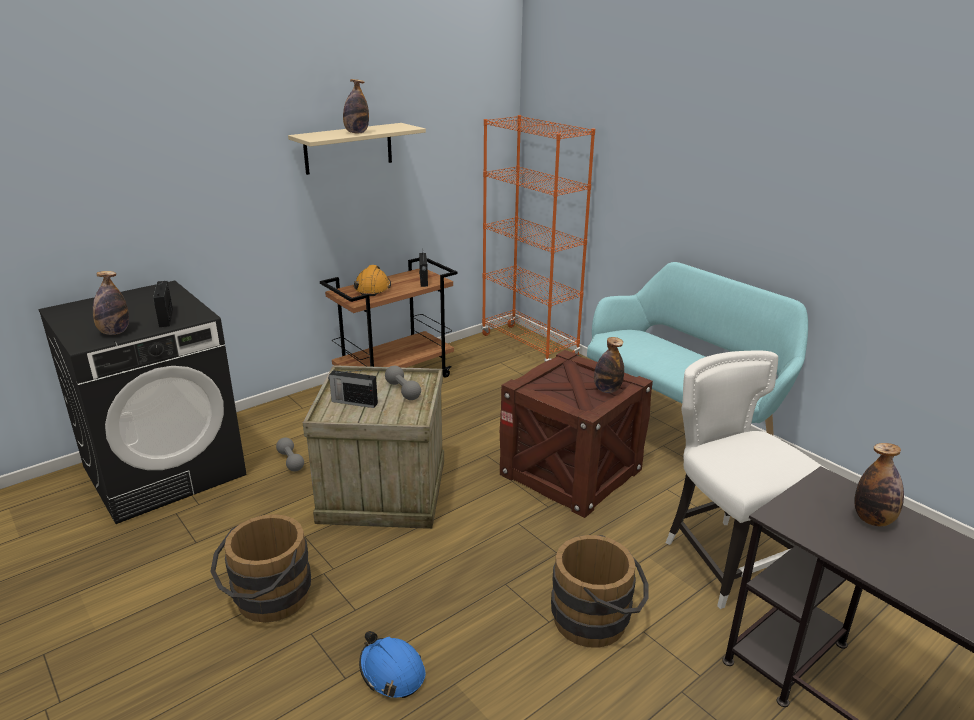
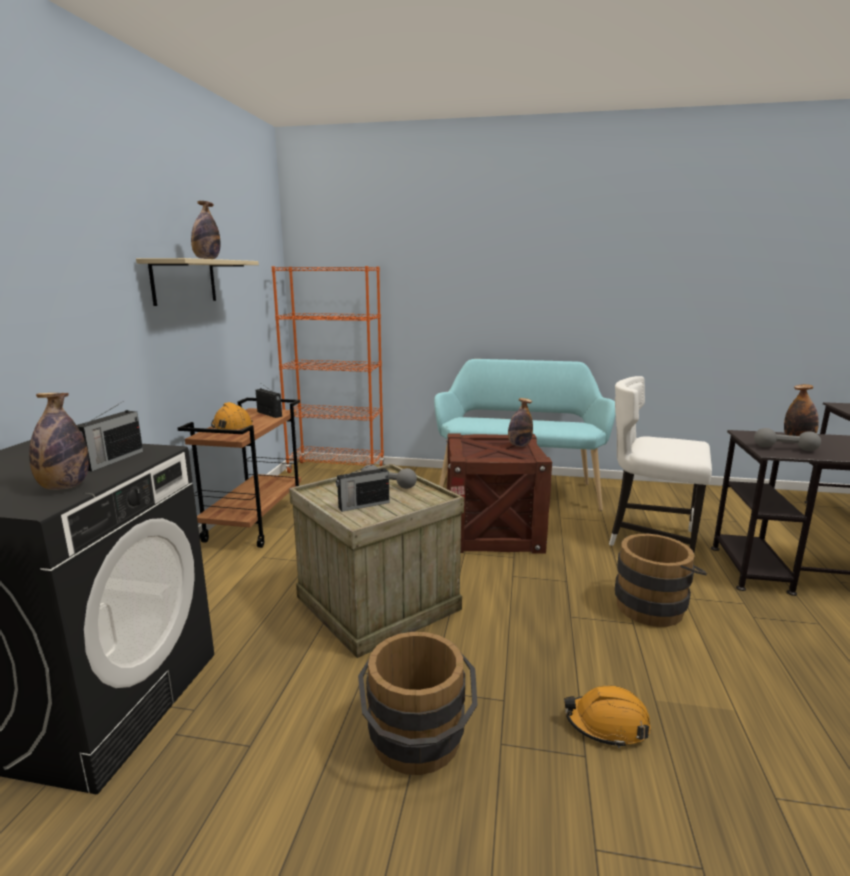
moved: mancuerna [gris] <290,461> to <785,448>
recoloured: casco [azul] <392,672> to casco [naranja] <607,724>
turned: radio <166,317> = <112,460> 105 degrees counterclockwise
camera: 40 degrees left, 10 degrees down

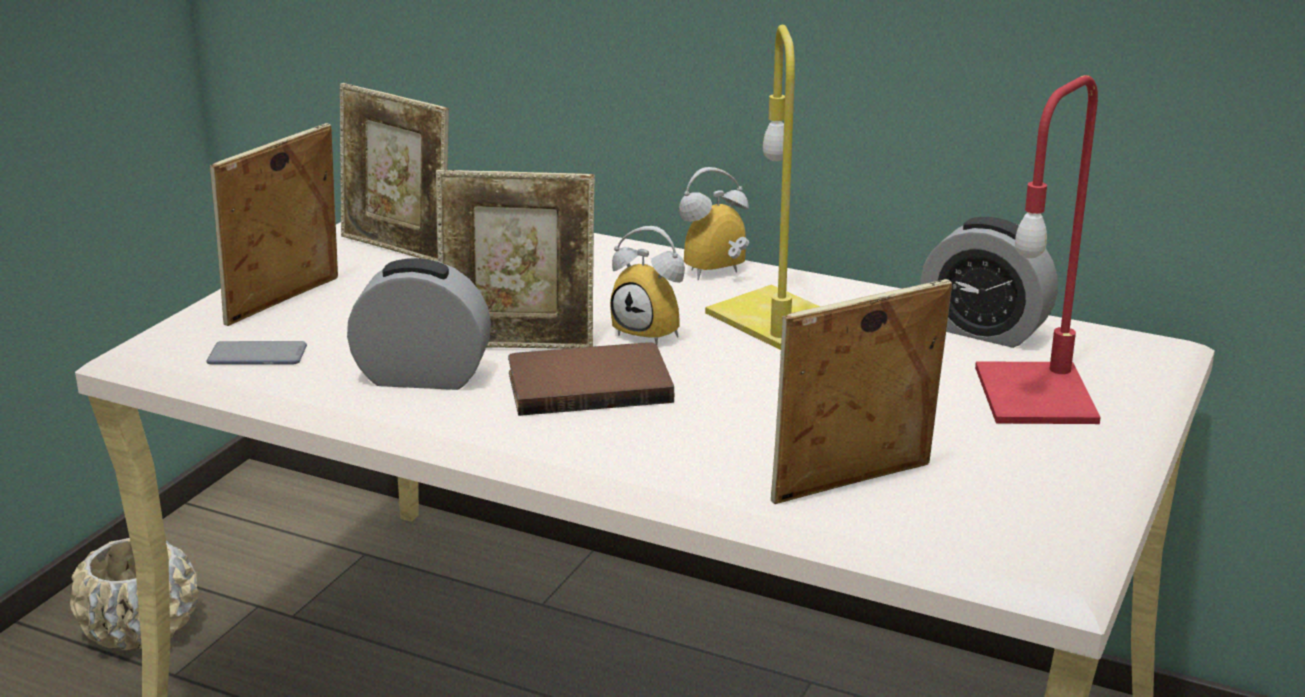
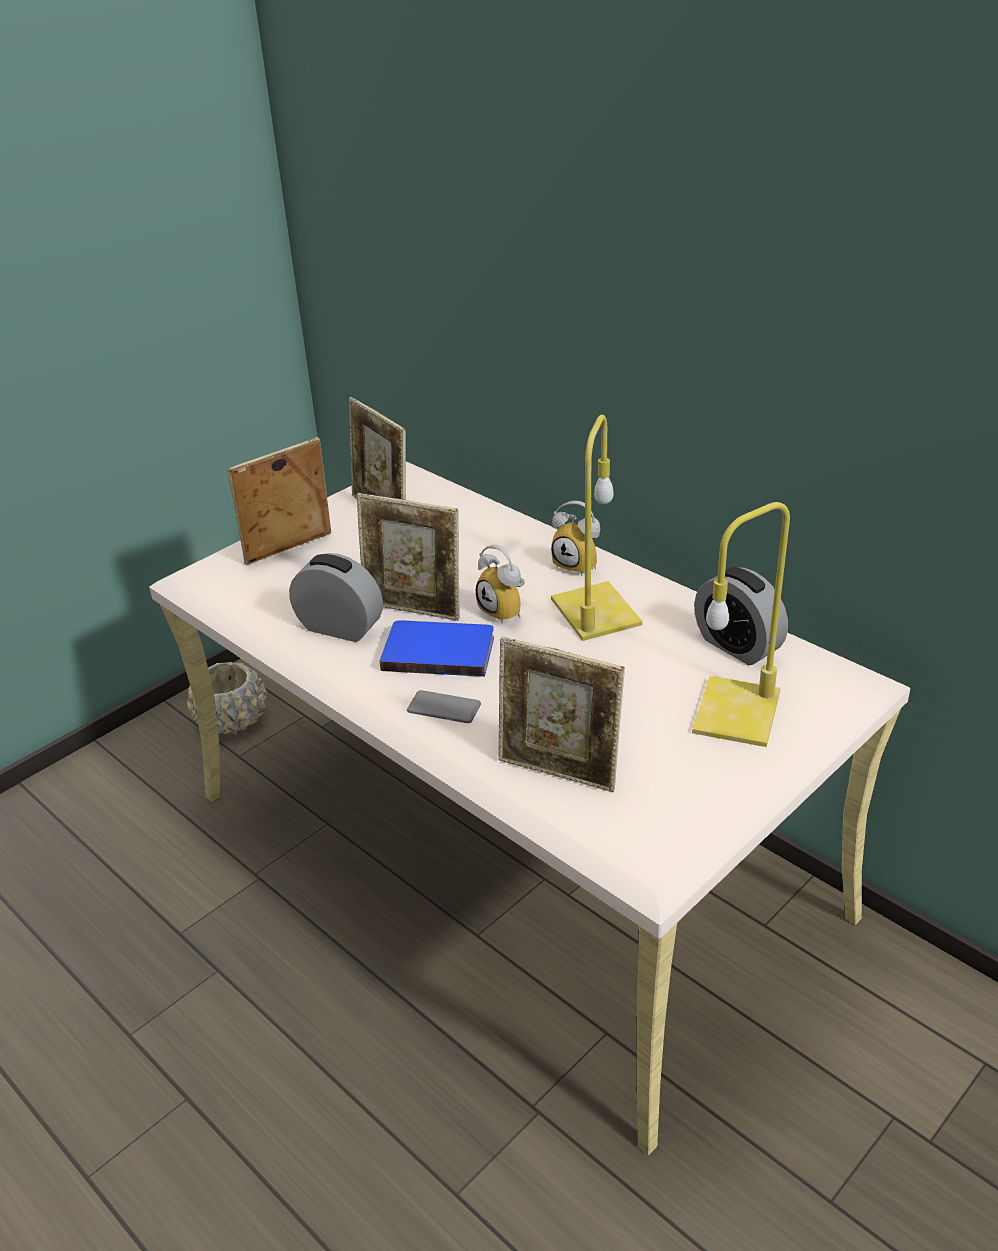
moved: móvil <257,355> to <444,708>
recoloured: libro [marrón] <588,383> to libro [azul] <439,650>; lámpara de mesa [rojo] <1032,393> to lámpara de mesa [amarillo] <736,710>
turned: portarretratos <853,488> = <559,772> 150 degrees counterclockwise; despertador <718,274> = <580,564> 135 degrees counterclockwise
camera: 20 degrees right, 10 degrees up

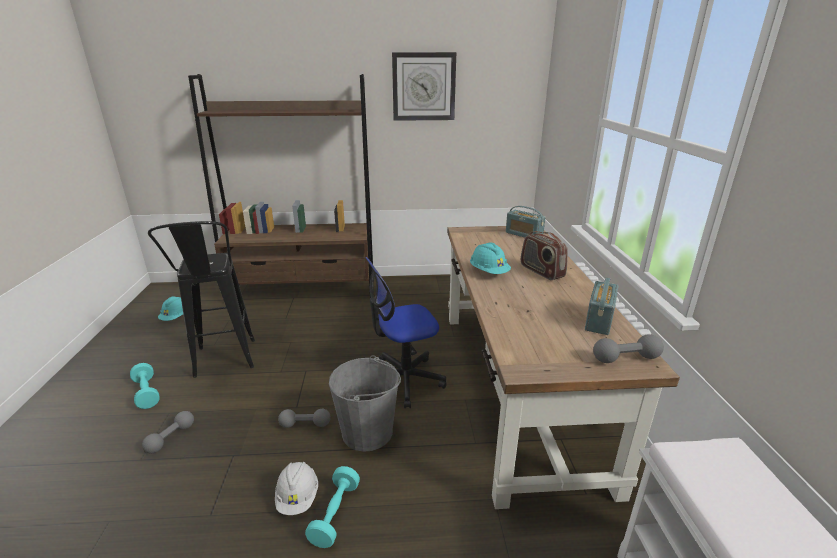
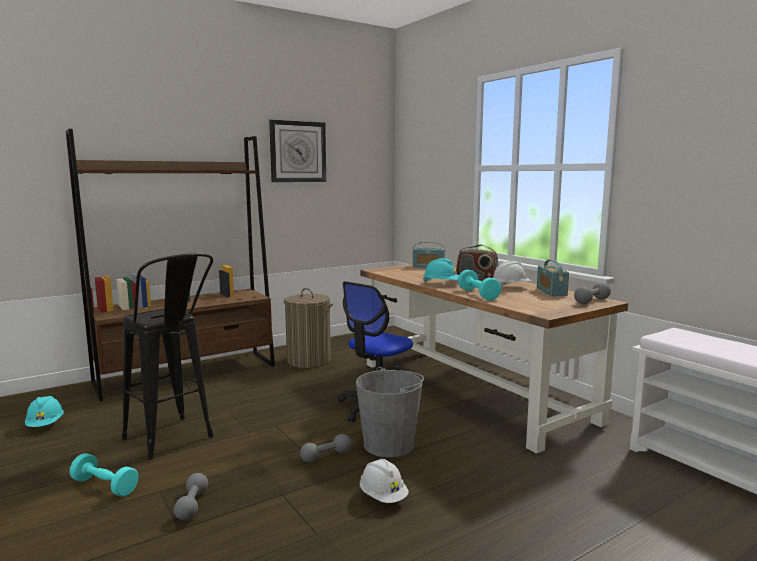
added: cesto de la ropa <309,361>; casco [blanco] <510,287>
moved: mancuerna [turquesa] <335,514> to <478,294>
camera: 30 degrees left, 15 degrees down

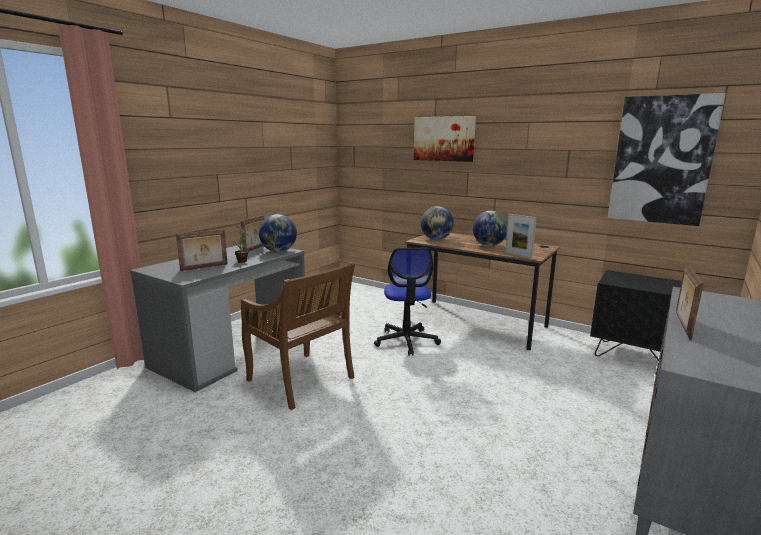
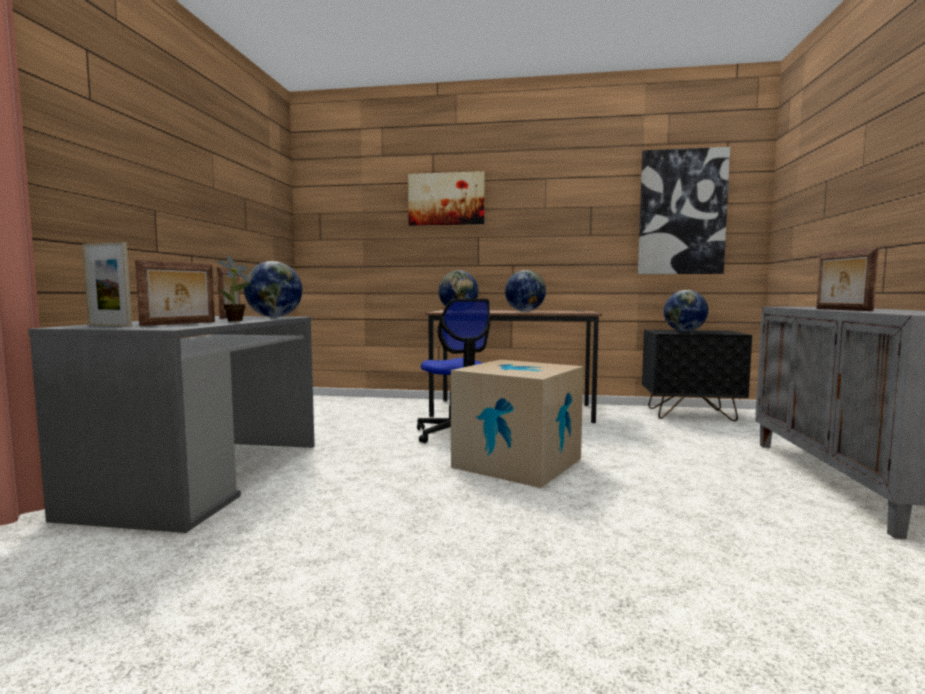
removed: silla [marrón] <301,380>
added: caja de cartón <517,463>; globo terráqueo <684,331>
moved: portarretratos <518,255> to <109,326>
camera: 25 degrees left, 10 degrees down

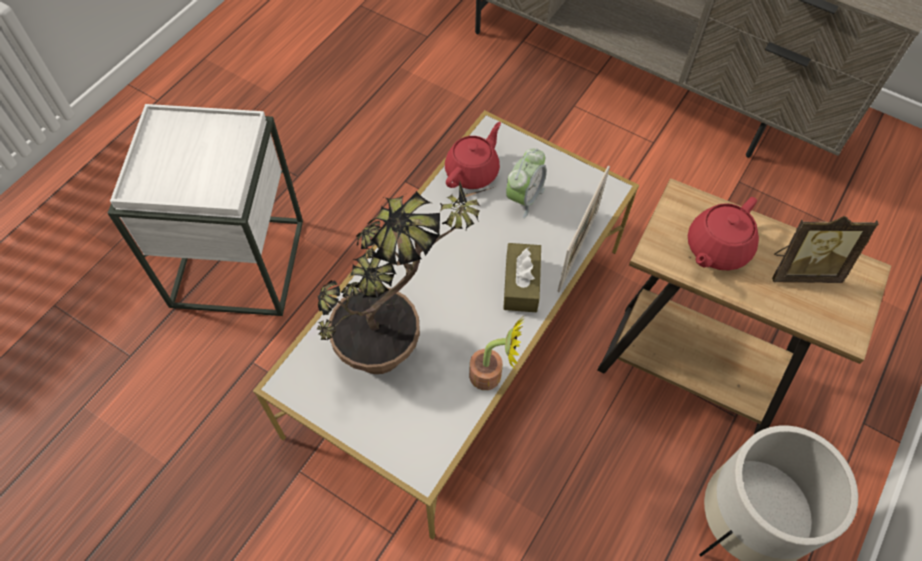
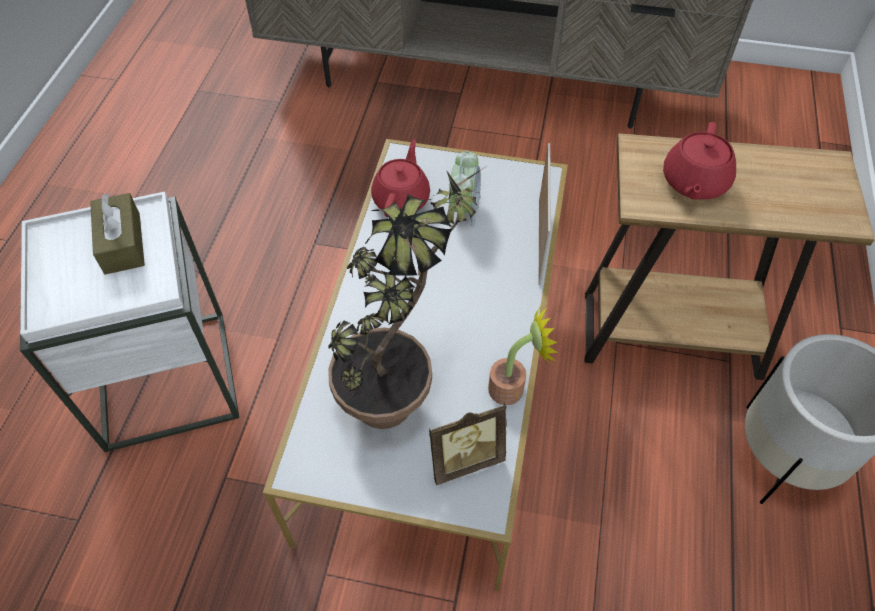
moved: caja de pañuelos [marrón] <521,284> to <122,243>; portarretratos <802,270> to <464,458>
camera: 20 degrees left, 5 degrees down

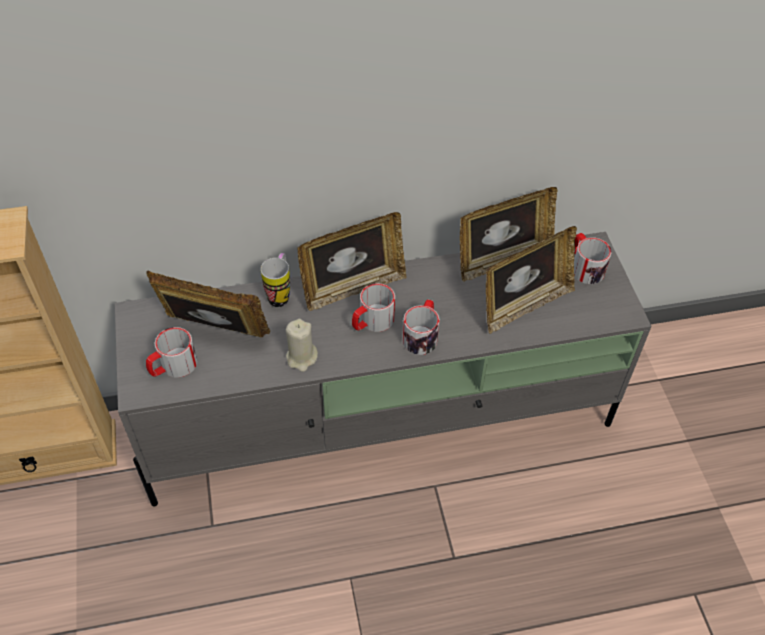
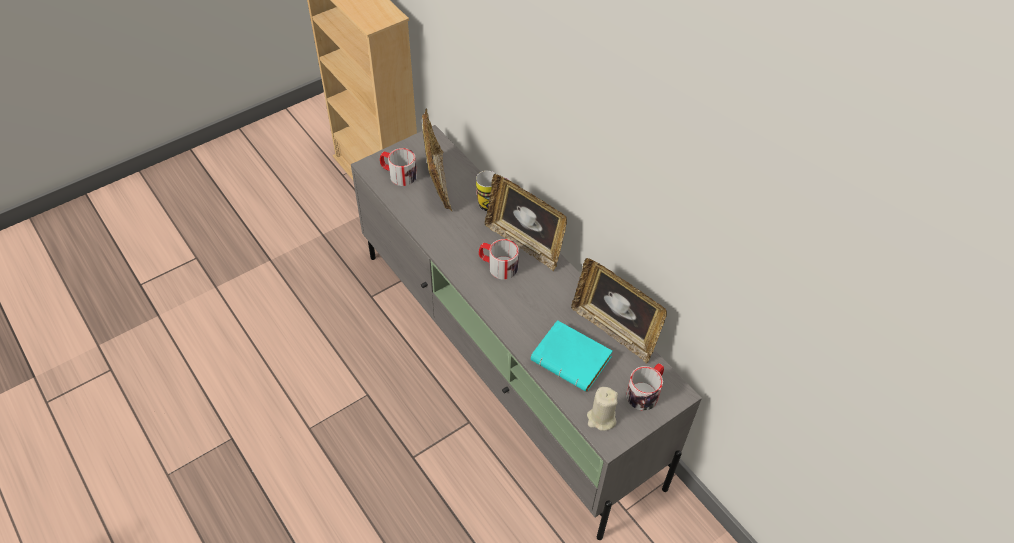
removed: taza grande <422,335>
moved: vela [beis] <301,358> to <601,418>
replaced: portarretratos <524,305> to libro [turquesa] <574,359>
camera: 65 degrees right, 0 degrees up

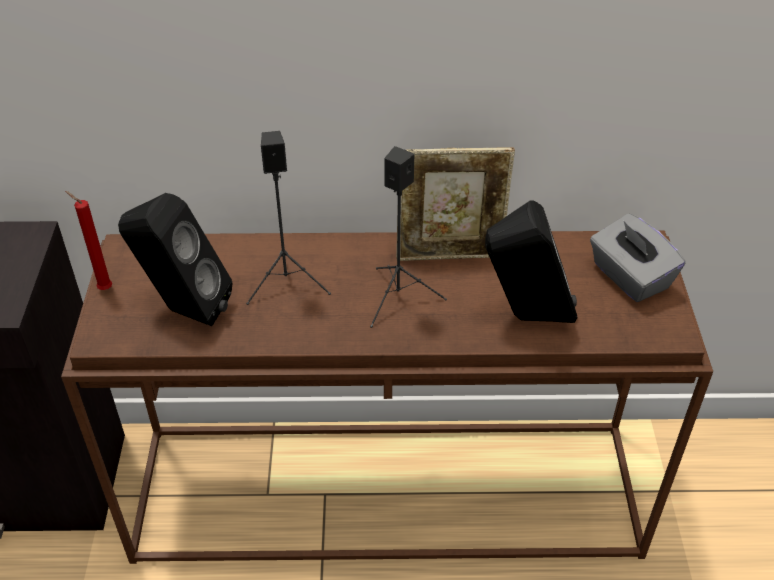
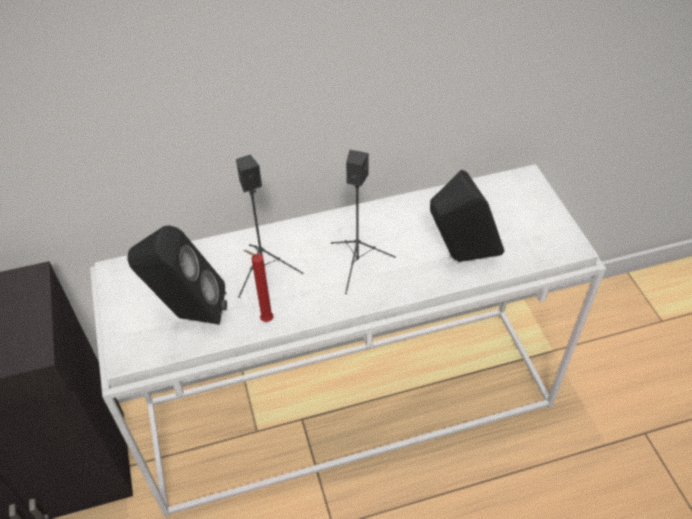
removed: portarretratos <450,255>; caja de pañuelos [gris] <629,277>
moved: vela [rojo] <103,288> to <265,319>
recoloured: mesa consola [marrón] <390,489> to mesa consola [blanco] <350,402>
camera: 15 degrees left, 5 degrees up

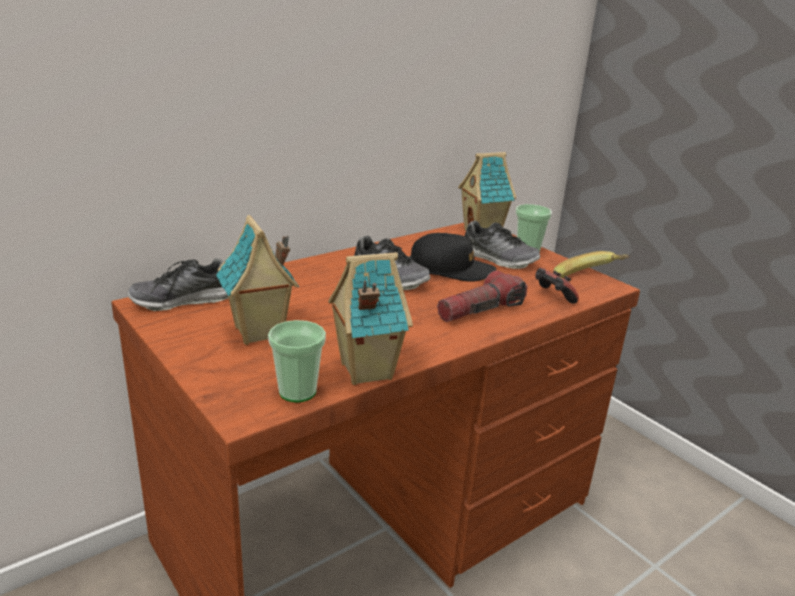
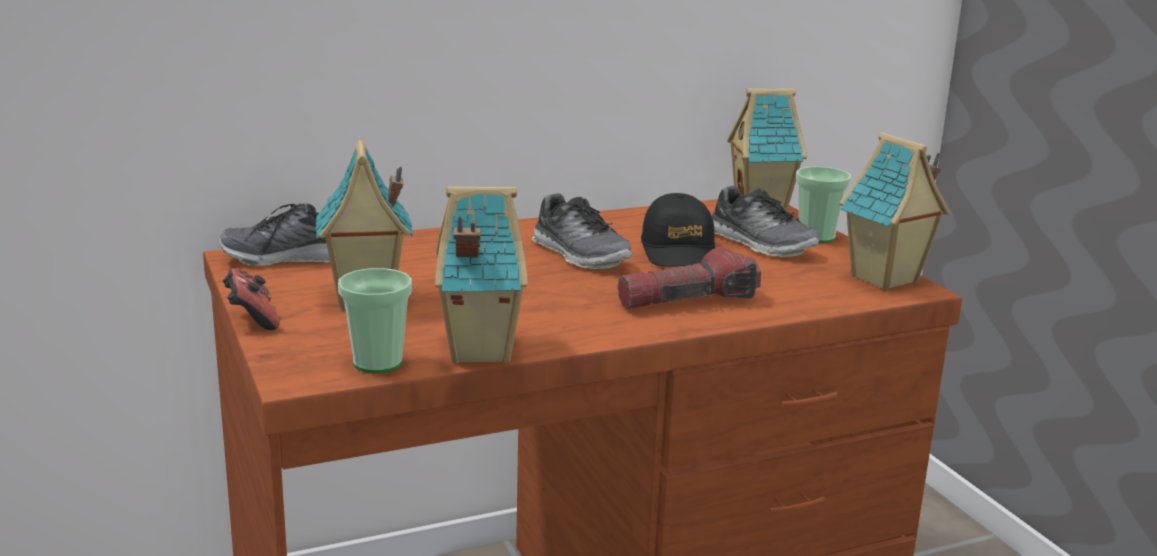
moved: mando de consola <552,297> to <251,319>
replaced: plátano <588,280> to casita <885,280>
turned: gorra [negro] <451,269> = <679,251> 60 degrees clockwise
camera: 15 degrees right, 5 degrees down

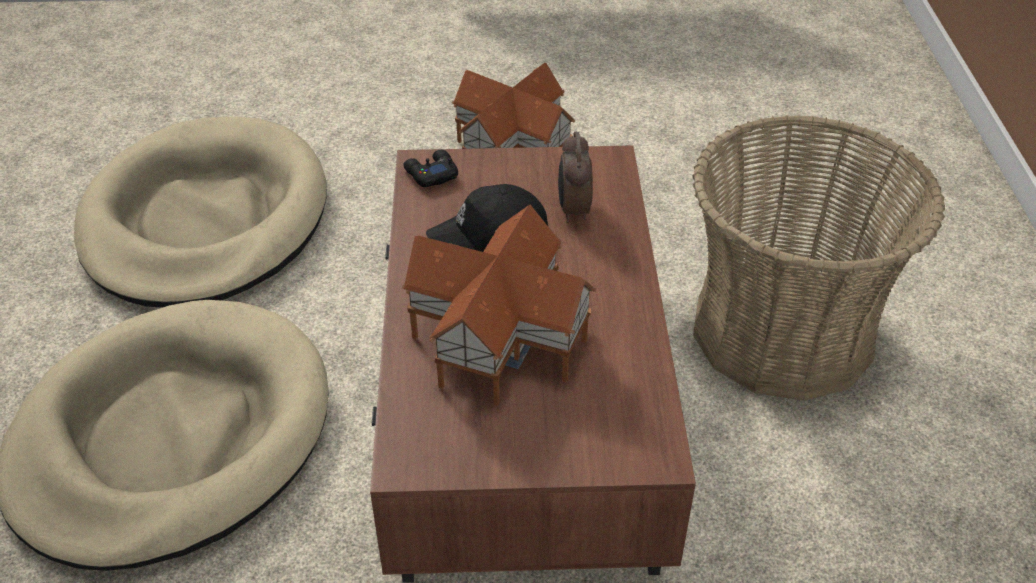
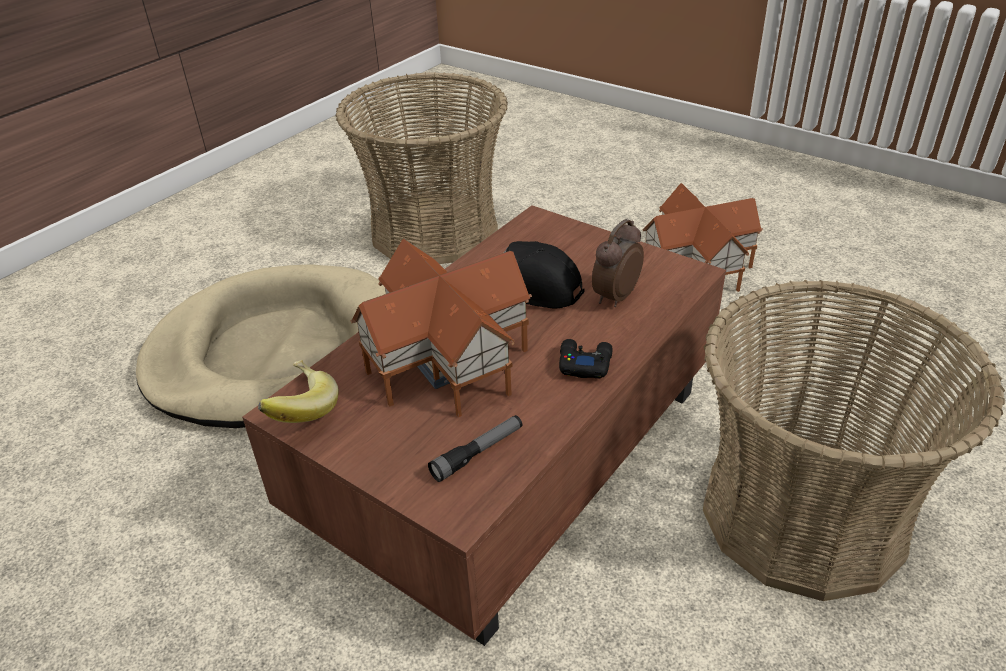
added: plátano <298,410>; linterna <478,453>
moved: mando de consola [negro] <431,174> to <584,363>
replaced: cama para perro [beis] <205,220> to cesta <434,230>
camera: 40 degrees right, 5 degrees down

